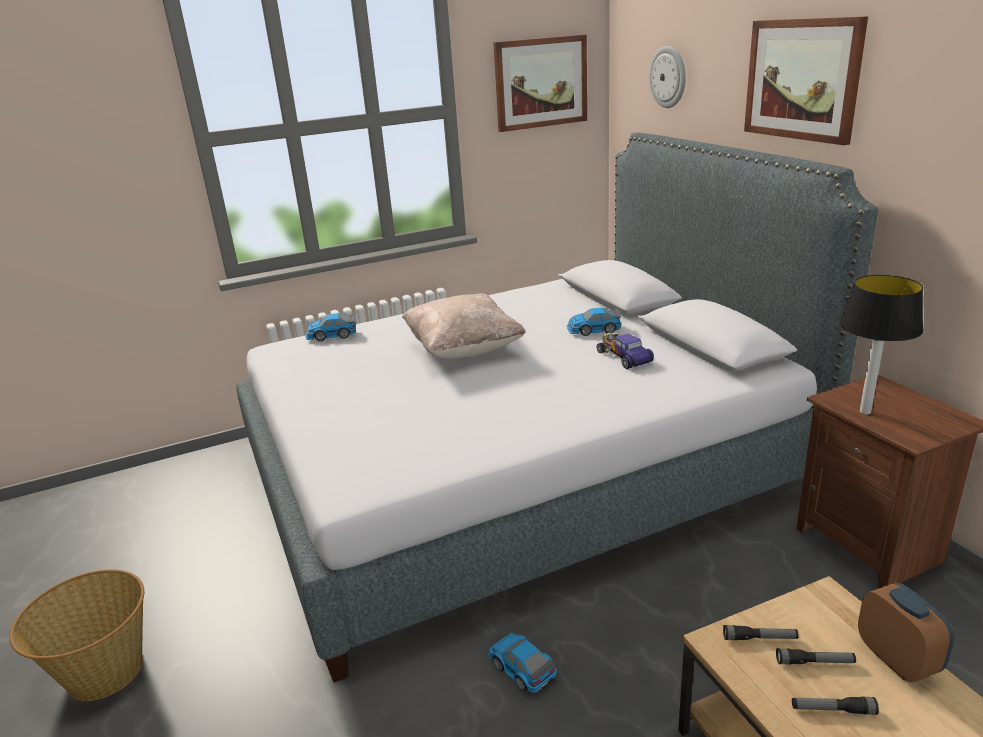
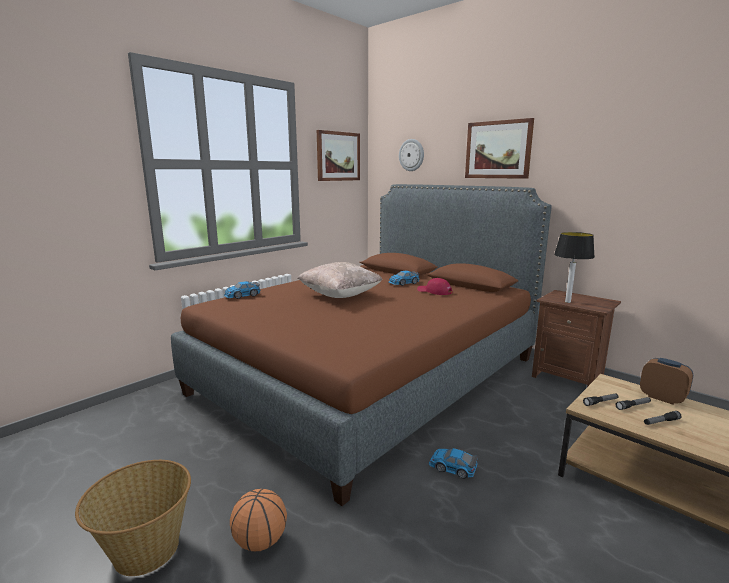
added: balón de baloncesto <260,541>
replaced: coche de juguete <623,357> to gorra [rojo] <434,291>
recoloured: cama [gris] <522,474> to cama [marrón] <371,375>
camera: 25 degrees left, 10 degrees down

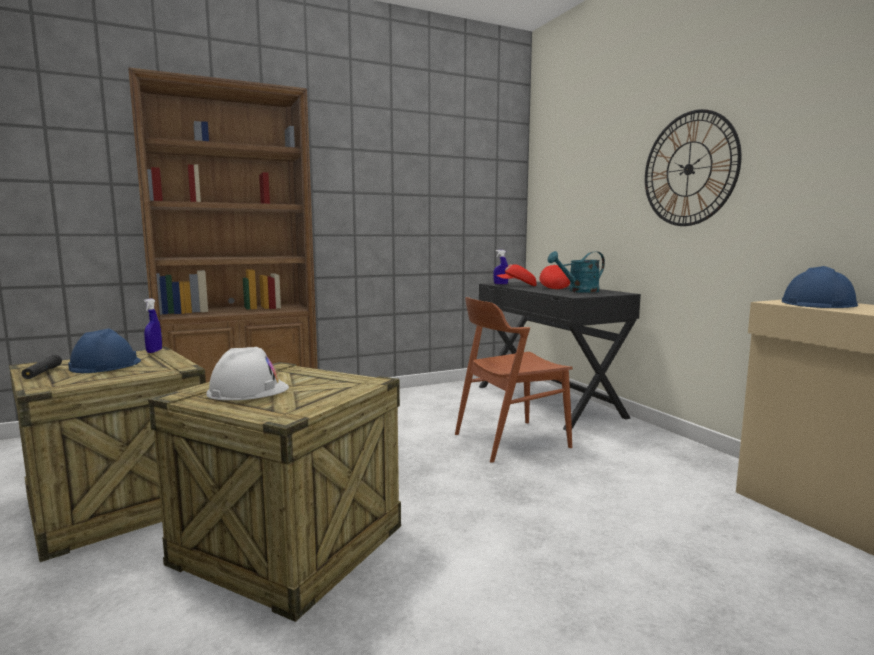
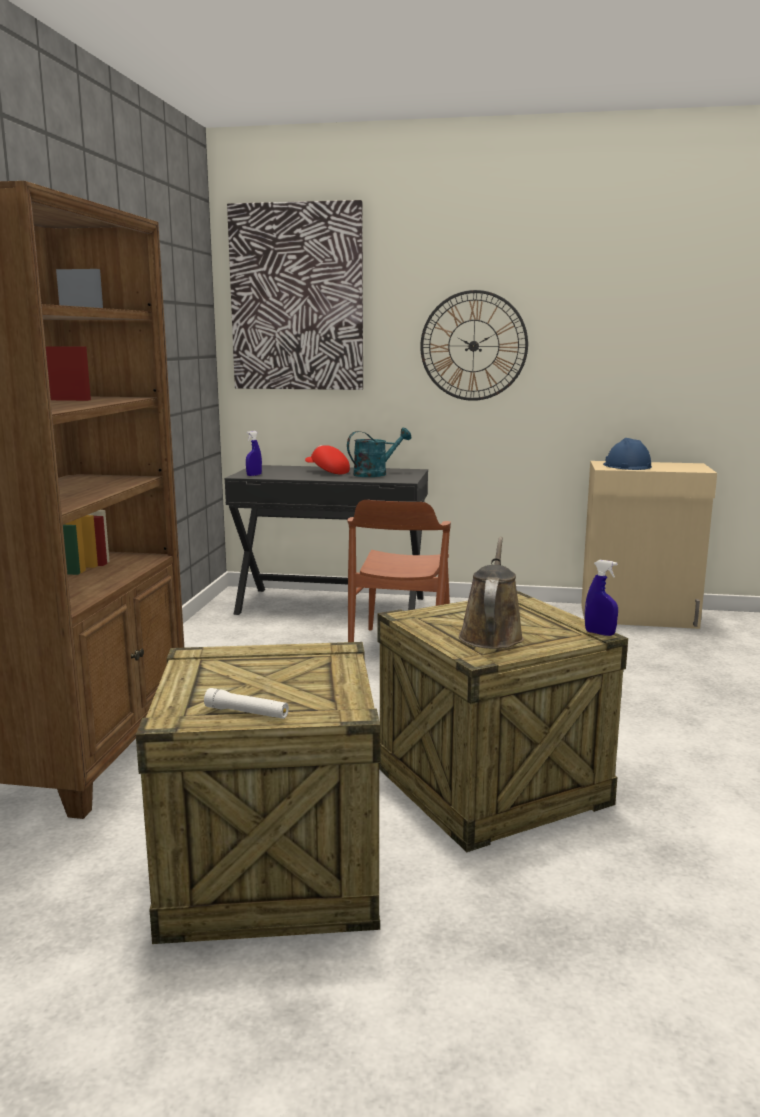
removed: casco [azul] <105,365>; gorra [rojo] <517,286>
added: cuadro <297,298>
moved: pulverizador [azul] <154,351> to <599,633>
replaced: casco [blanco] <248,390> to regadera [marrón] <491,635>
recoloured: linterna [negro] <42,373> to linterna [blanco] <247,713>
turned: regadera [turquesa] <579,291> = <375,474> 135 degrees counterclockwise
camera: 55 degrees left, 5 degrees up

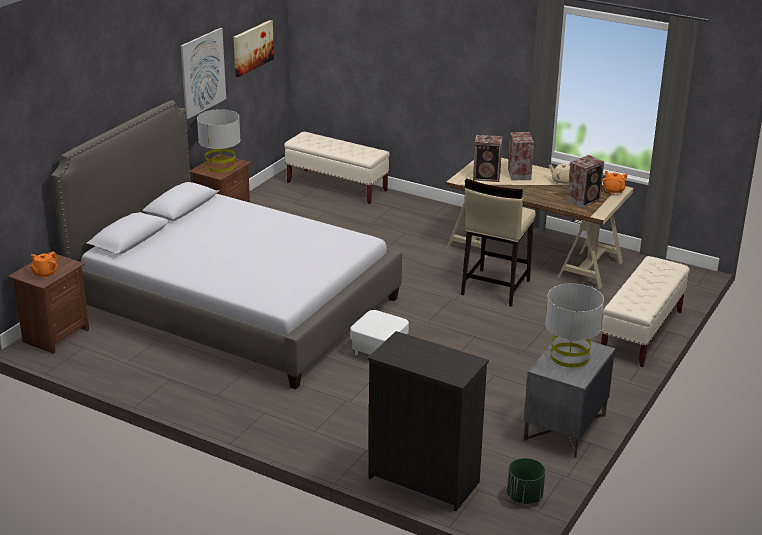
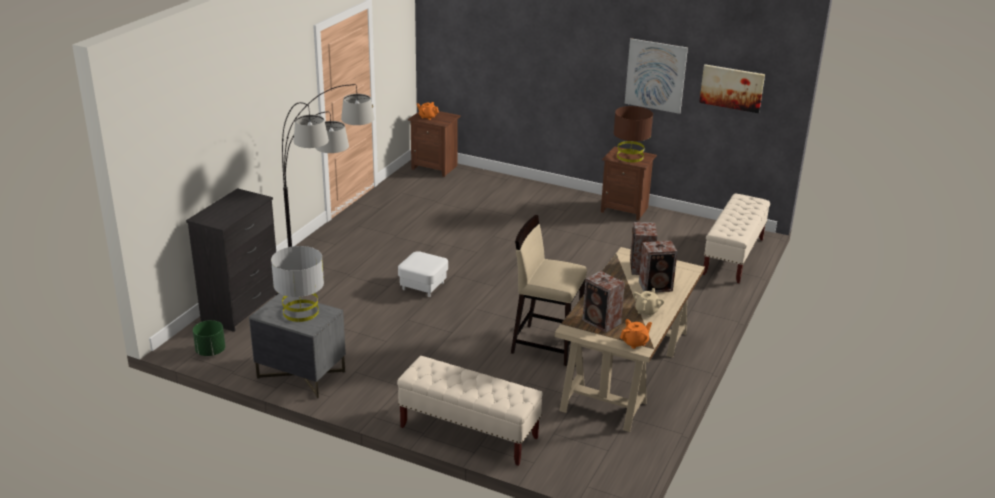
removed: cama <235,305>
added: lámpara de pie <327,276>
recoloured: lámpara de mesa [gris] <221,166> to lámpara de mesa [marrón] <630,157>
camera: 85 degrees right, 0 degrees up

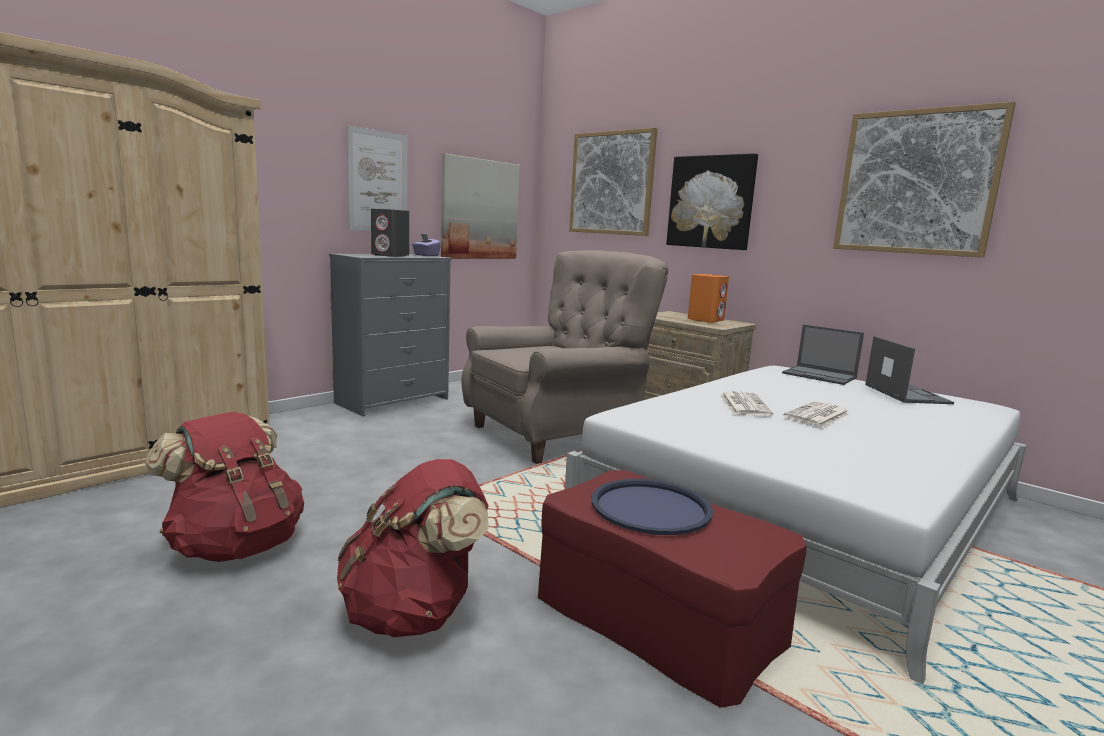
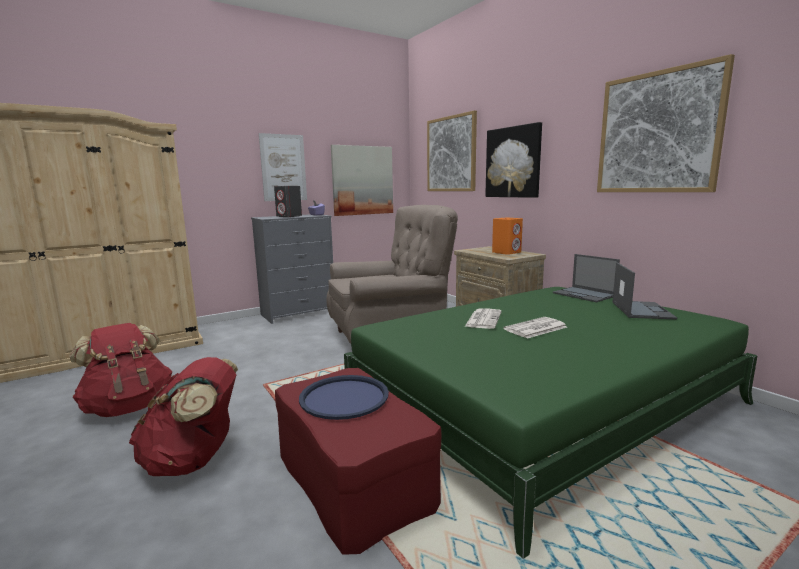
recoloured: cama [blanco] <805,507> to cama [verde] <541,401>
camera: 15 degrees right, 0 degrees up

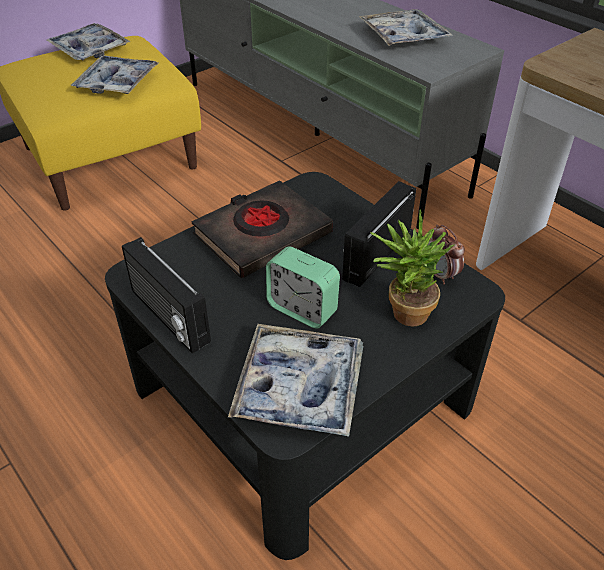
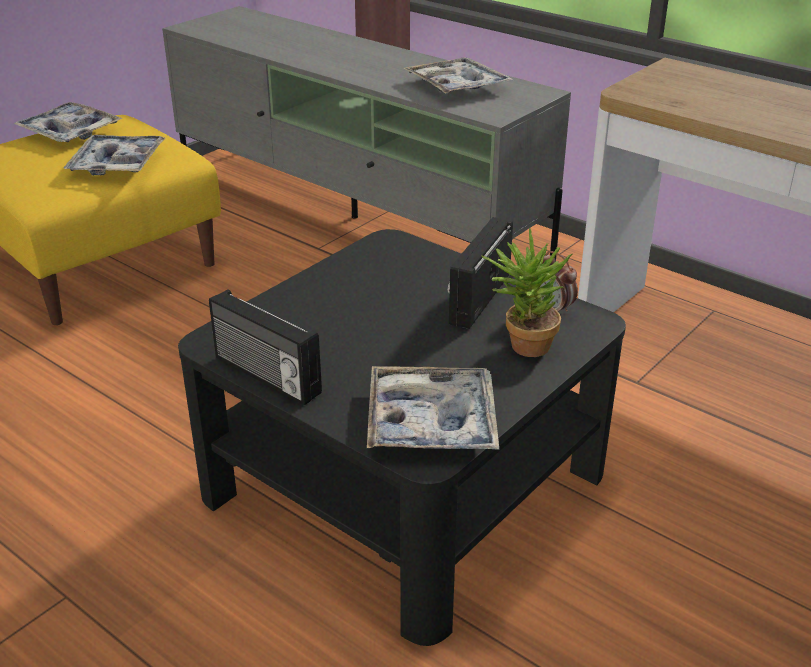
removed: libro [negro] <262,234>; despertador <302,309>
camera: 10 degrees left, 10 degrees down

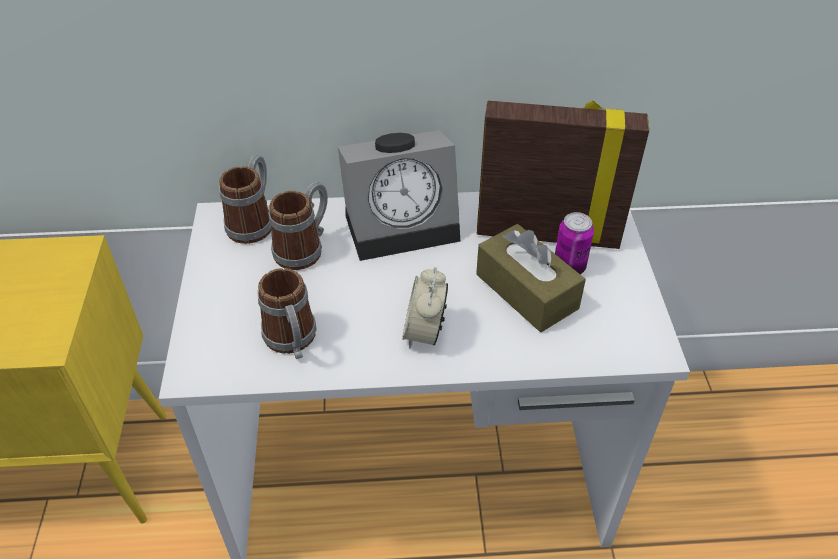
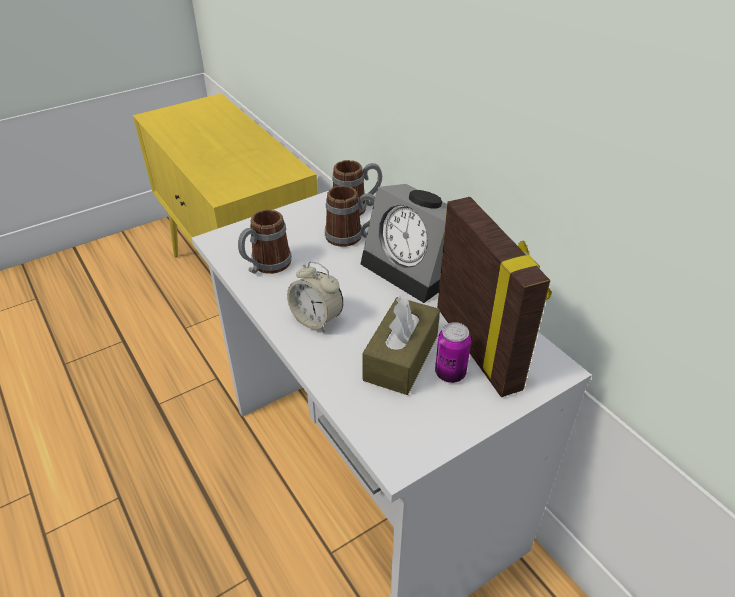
turned: despertador <424,333> = <316,320> 120 degrees counterclockwise
camera: 60 degrees right, 5 degrees down

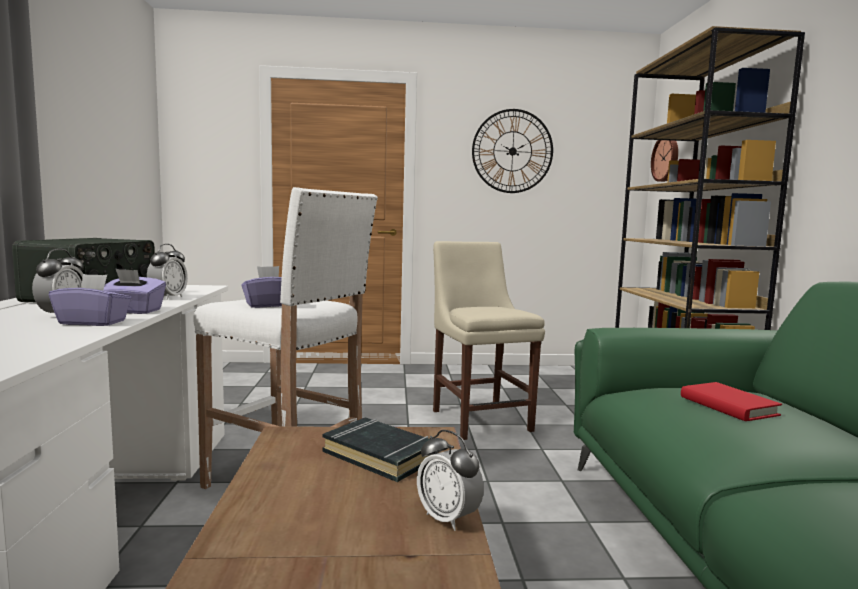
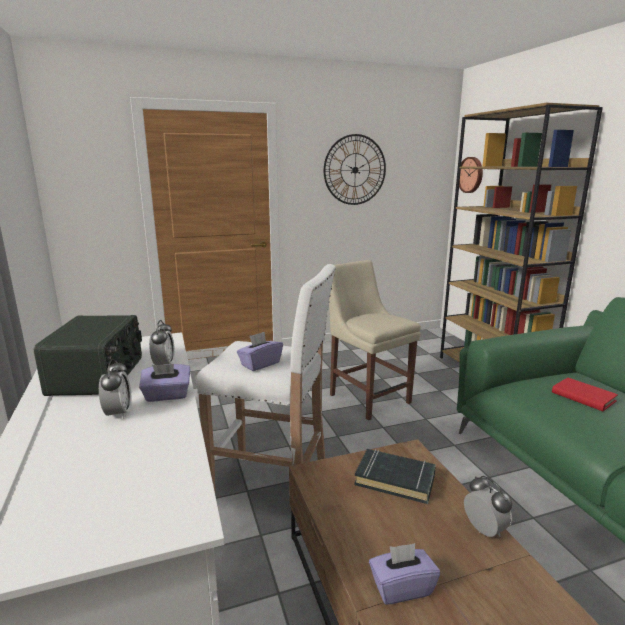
moved: caja de pañuelos [morado] <93,322> to <401,587>
turned: despertador <448,518> = <484,530> 150 degrees counterclockwise
camera: 15 degrees left, 10 degrees up

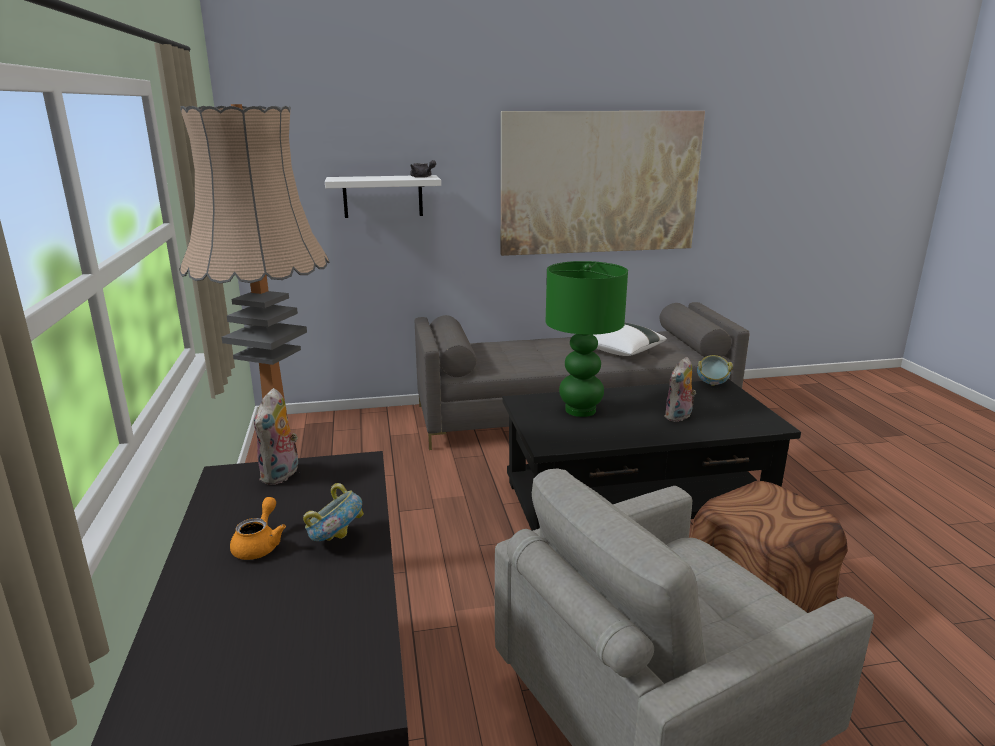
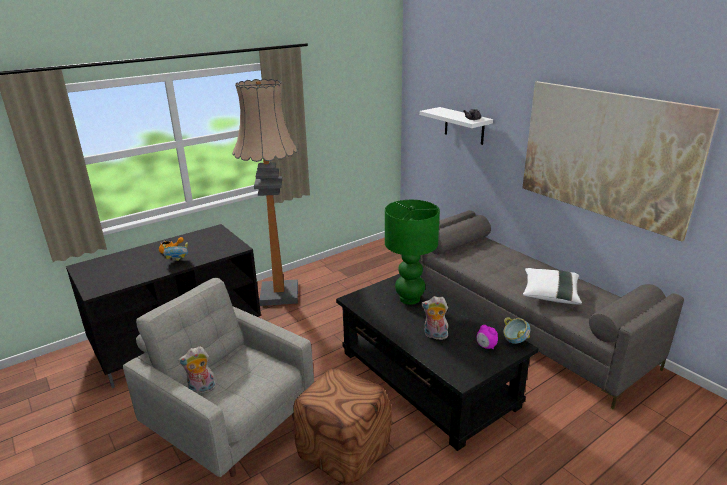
added: despertador <486,346>
moved: peluche <281,475> to <201,389>
camera: 65 degrees right, 5 degrees up

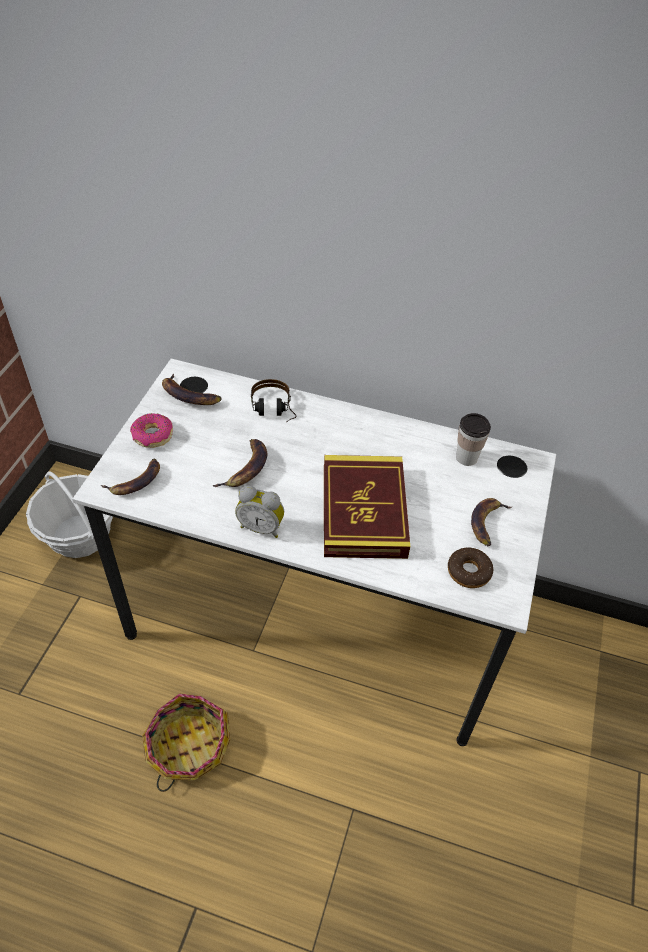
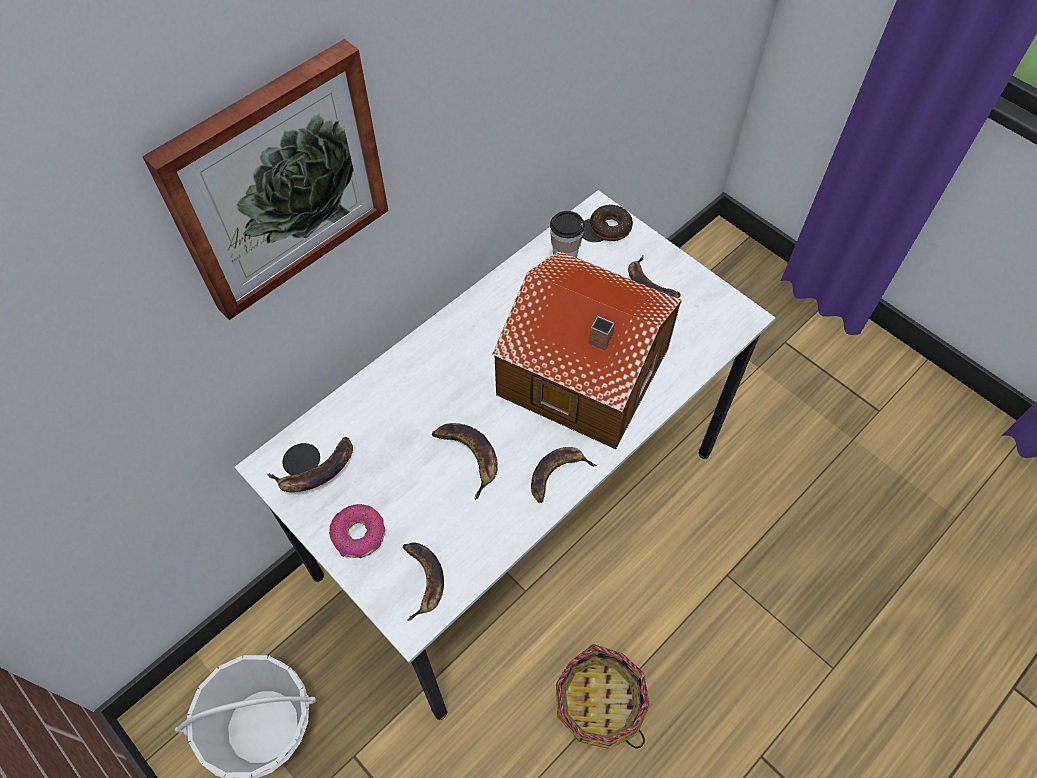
removed: auriculares <273,412>
added: cuadro <277,181>
moved: rosquilla <469,572> to <610,227>
replaced: libro <363,511> to casita <584,375>; despertador <261,527> to plátano <557,475>
camera: 60 degrees left, 10 degrees up

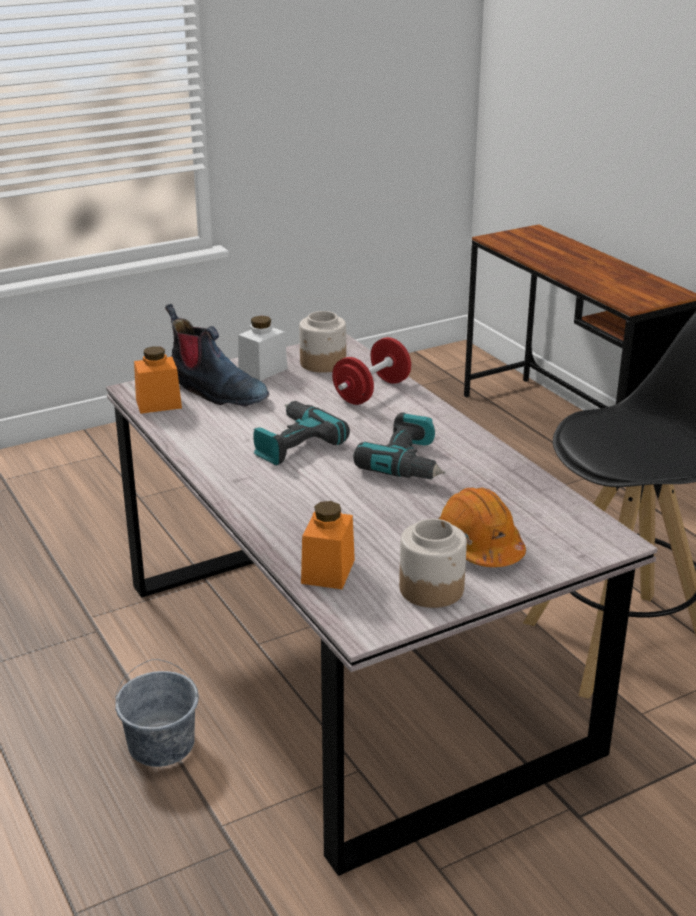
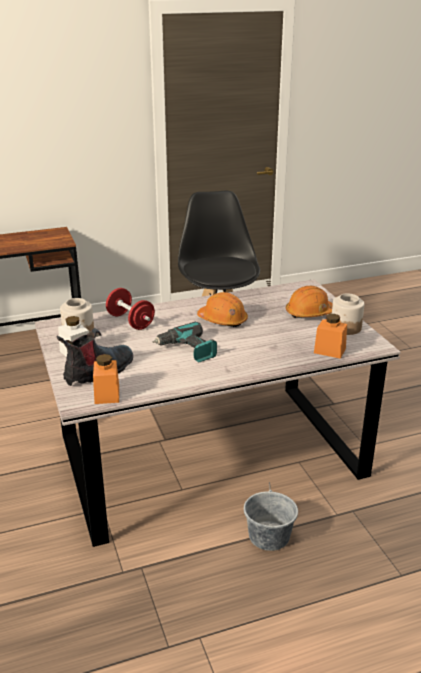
replaced: taladro <408,462> to casco [naranja] <223,320>
camera: 80 degrees left, 0 degrees up

